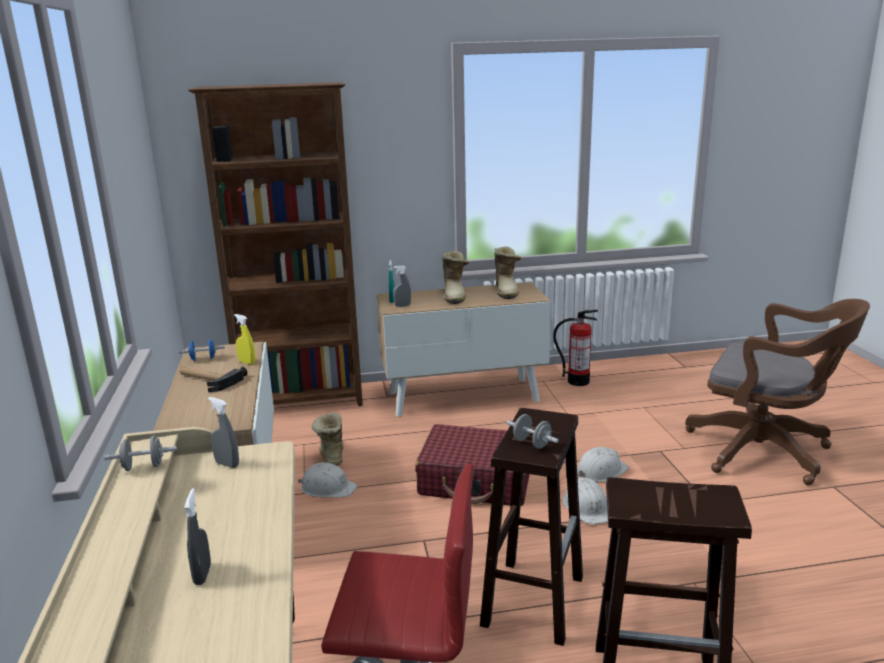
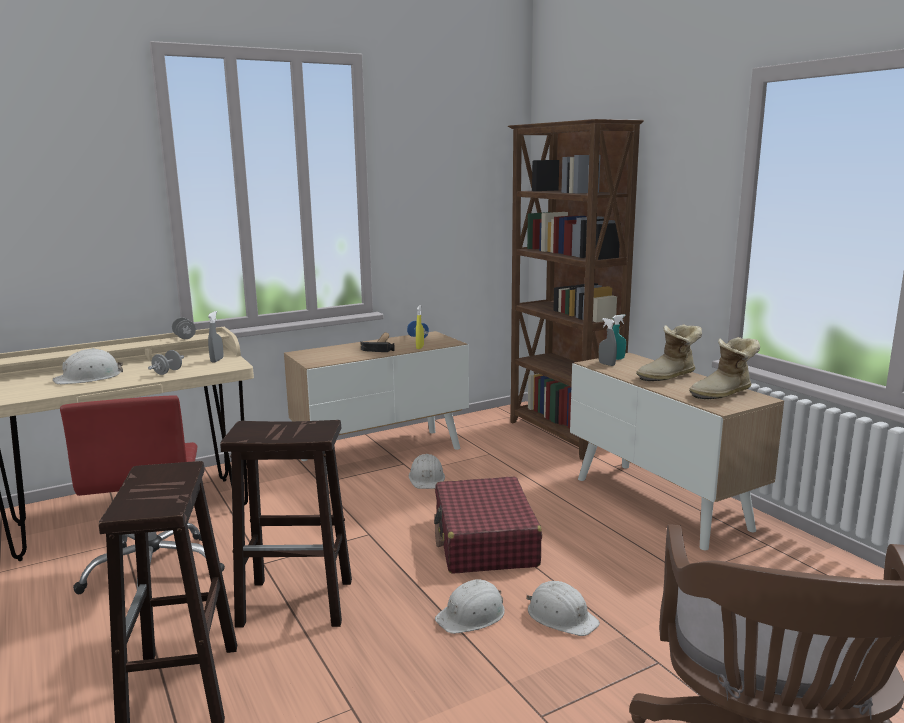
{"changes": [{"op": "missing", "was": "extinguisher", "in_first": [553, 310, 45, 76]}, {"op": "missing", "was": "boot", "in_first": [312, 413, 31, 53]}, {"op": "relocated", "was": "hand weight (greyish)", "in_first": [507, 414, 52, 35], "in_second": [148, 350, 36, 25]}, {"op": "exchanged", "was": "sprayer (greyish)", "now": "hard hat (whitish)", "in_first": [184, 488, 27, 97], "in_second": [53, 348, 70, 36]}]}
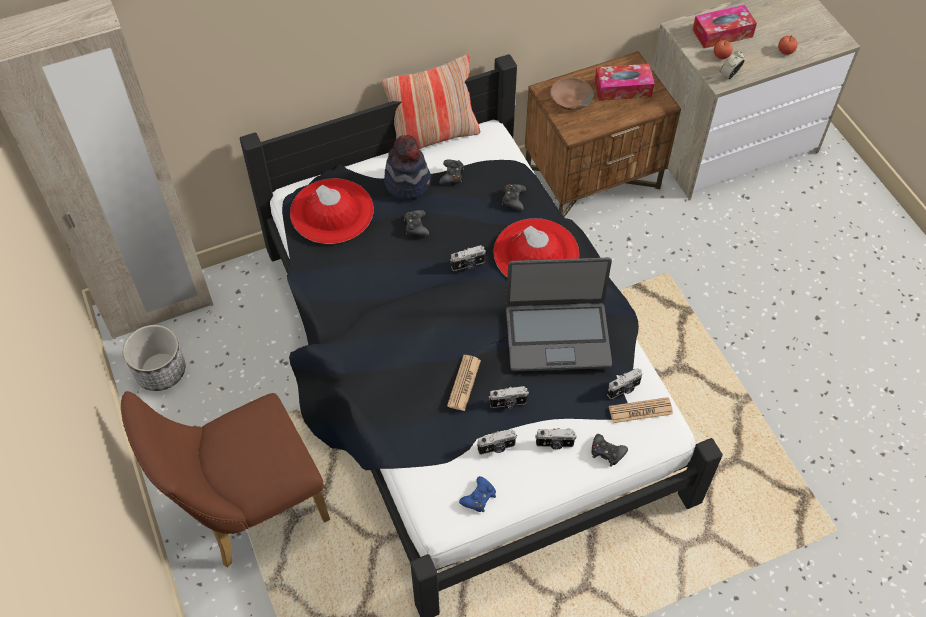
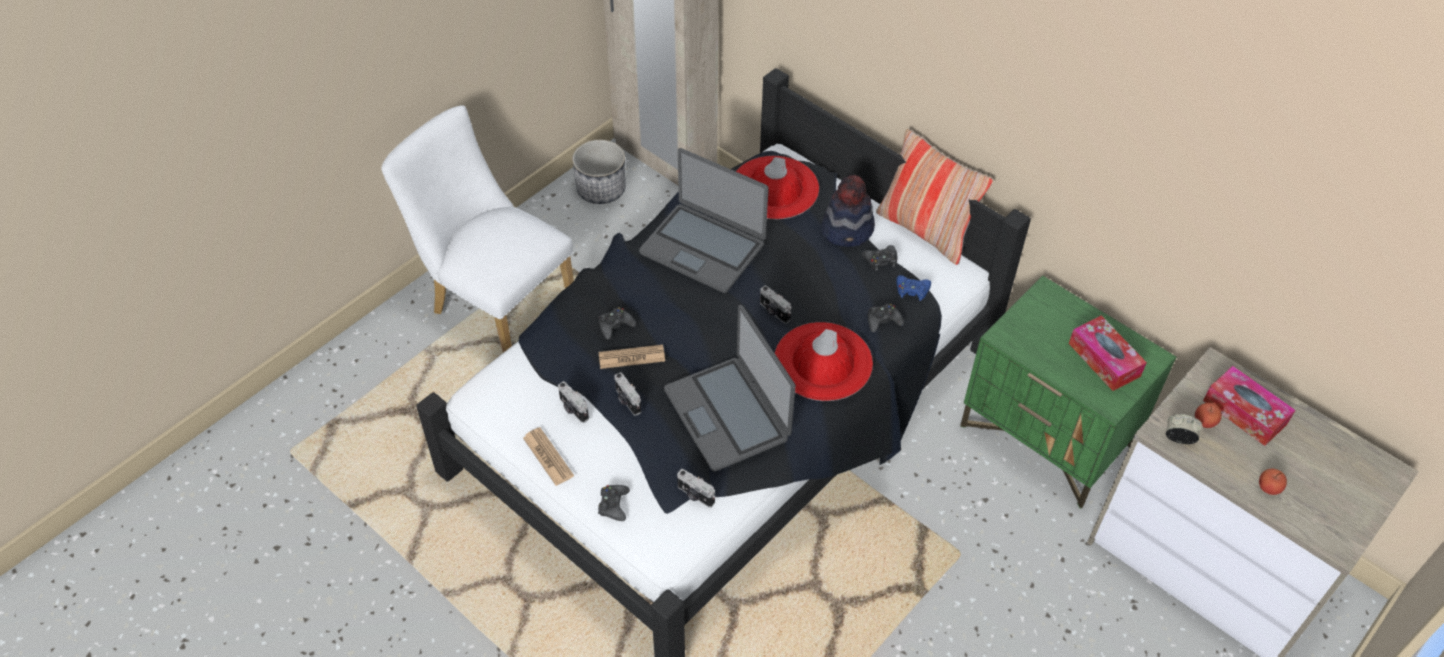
{"changes": [{"op": "colour", "was": "nightstand (brown-coloured)", "now": "nightstand (green-coloured)", "in_first": [525, 51, 156, 166], "in_second": [960, 276, 216, 232]}, {"op": "missing", "was": "serving bowl (brown-coloured)", "in_first": [550, 78, 44, 32]}, {"op": "relocated", "was": "game controller (black-coloured)", "in_first": [404, 210, 25, 26], "in_second": [599, 307, 37, 33]}, {"op": "colour", "was": "chair (brown-coloured)", "now": "chair (whitish)", "in_first": [121, 391, 209, 176], "in_second": [381, 105, 193, 248]}, {"op": "relocated", "was": "daily paper", "in_first": [609, 397, 64, 26], "in_second": [523, 427, 51, 59]}, {"op": "missing", "was": "still camera", "in_first": [535, 428, 42, 22]}, {"op": "relocated", "was": "game controller (blue-coloured)", "in_first": [459, 476, 37, 36], "in_second": [896, 275, 35, 26]}, {"op": "appeared", "now": "portable computer", "in_second": [639, 148, 130, 145]}]}
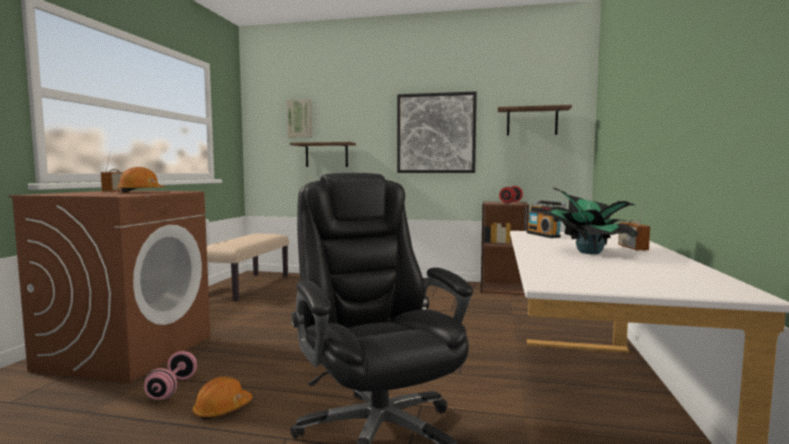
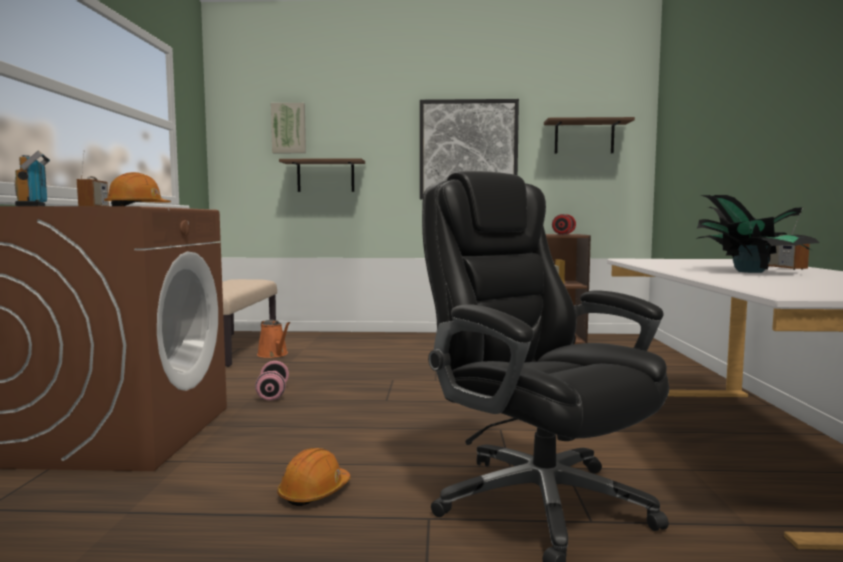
{"changes": [{"op": "relocated", "was": "radio set", "in_first": [527, 200, 40, 38], "in_second": [15, 150, 35, 56]}, {"op": "relocated", "was": "hand weight (pinkish)", "in_first": [144, 351, 53, 49], "in_second": [255, 361, 34, 39]}, {"op": "appeared", "now": "watering can (orangey)", "in_second": [257, 320, 33, 38]}]}
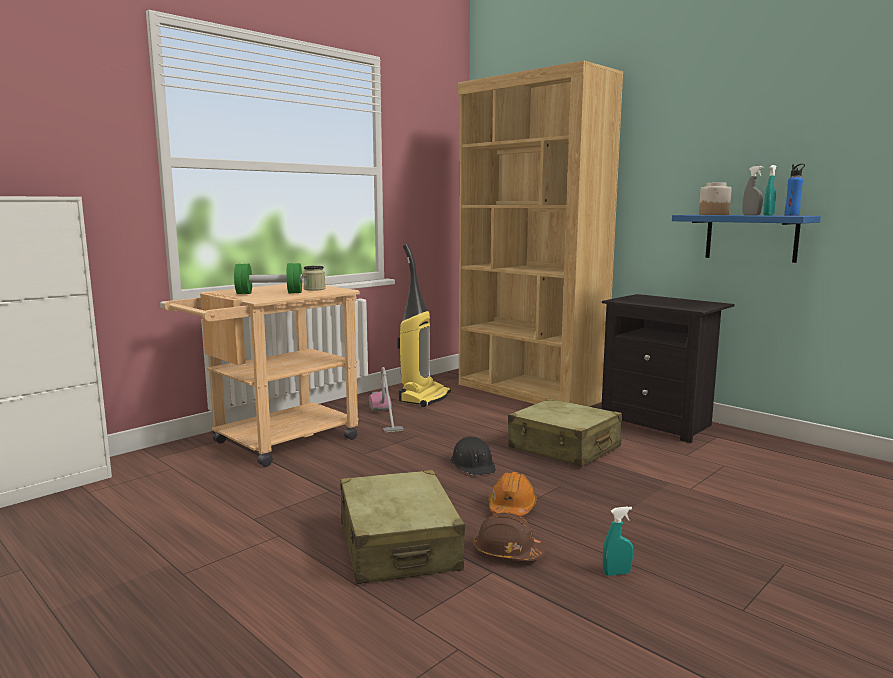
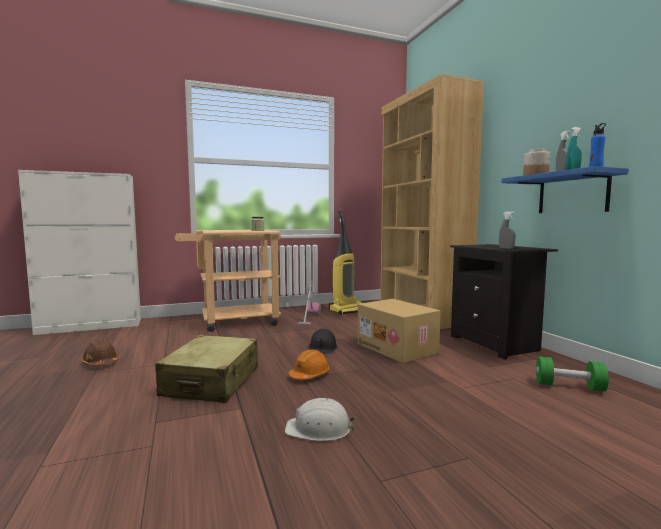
{"changes": [{"op": "relocated", "was": "hand weight (green-coloured)", "in_first": [234, 263, 69, 31], "in_second": [536, 356, 73, 36]}, {"op": "exchanged", "was": "suitcase (sand-coloured)", "now": "packing box", "in_first": [508, 399, 114, 68], "in_second": [357, 299, 84, 64]}, {"op": "exchanged", "was": "sprayer (turquoise-coloured)", "now": "hard hat (whitish)", "in_first": [603, 506, 30, 70], "in_second": [285, 398, 70, 43]}, {"op": "relocated", "was": "hard hat (brown-coloured)", "in_first": [474, 512, 72, 49], "in_second": [82, 340, 37, 26]}, {"op": "appeared", "now": "sprayer (greyish)", "in_second": [499, 212, 17, 37]}]}
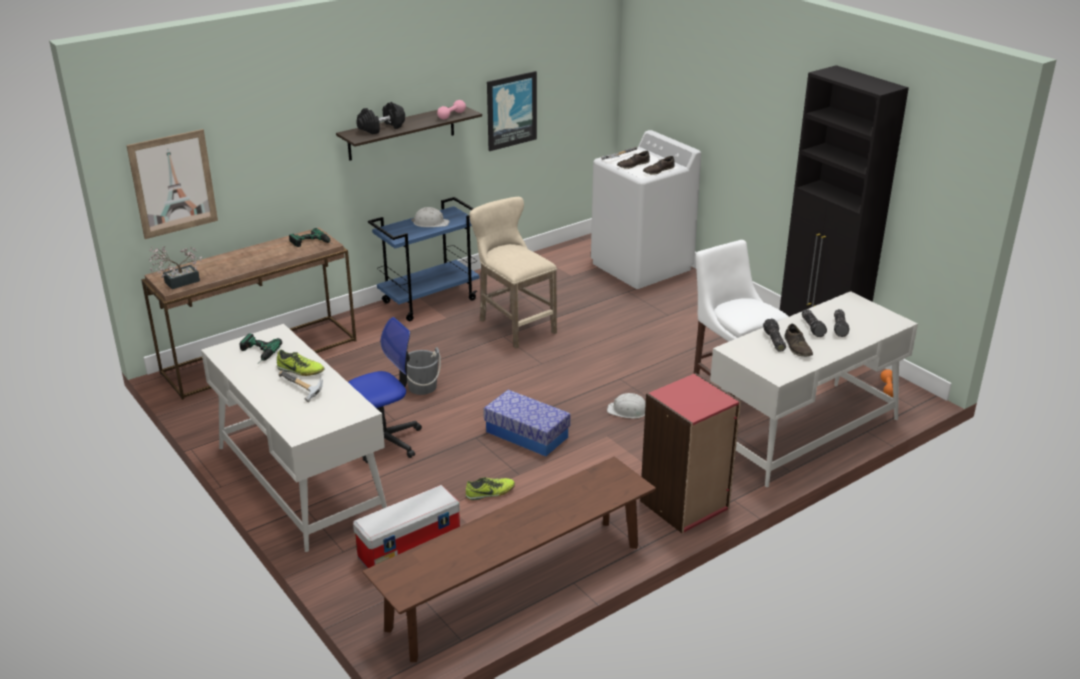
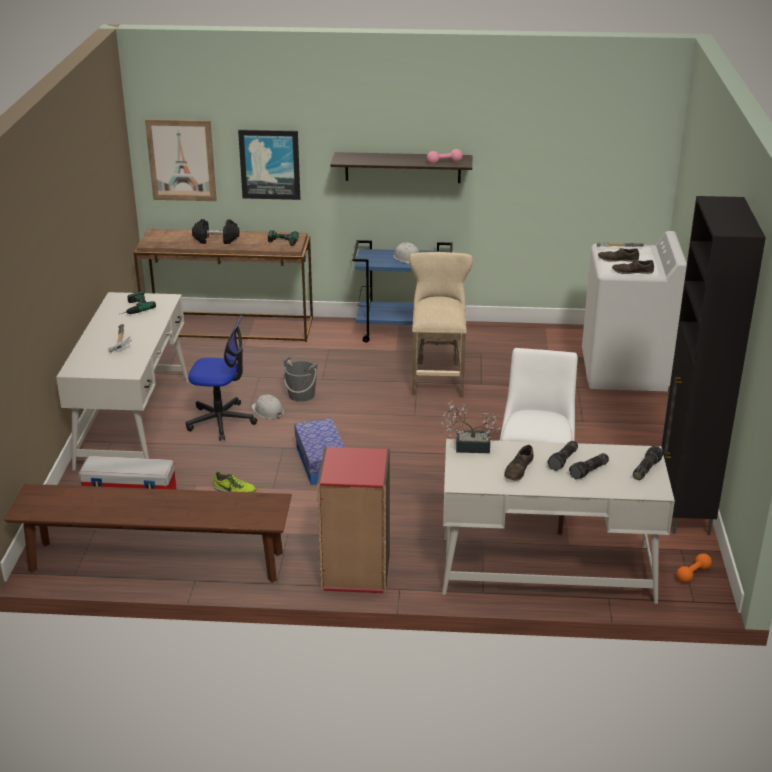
{"changes": [{"op": "relocated", "was": "wall picture", "in_first": [487, 71, 50, 80], "in_second": [238, 129, 62, 71]}, {"op": "relocated", "was": "hand weight (black-coloured)", "in_first": [356, 102, 49, 32], "in_second": [192, 219, 47, 25]}, {"op": "relocated", "was": "houseplant", "in_first": [149, 246, 53, 43], "in_second": [442, 400, 59, 53]}, {"op": "relocated", "was": "torch", "in_first": [763, 319, 23, 33], "in_second": [633, 446, 30, 34]}, {"op": "missing", "was": "low shoe", "in_first": [277, 350, 47, 26]}, {"op": "relocated", "was": "hard hat (whitish)", "in_first": [607, 393, 39, 26], "in_second": [251, 395, 33, 24]}]}
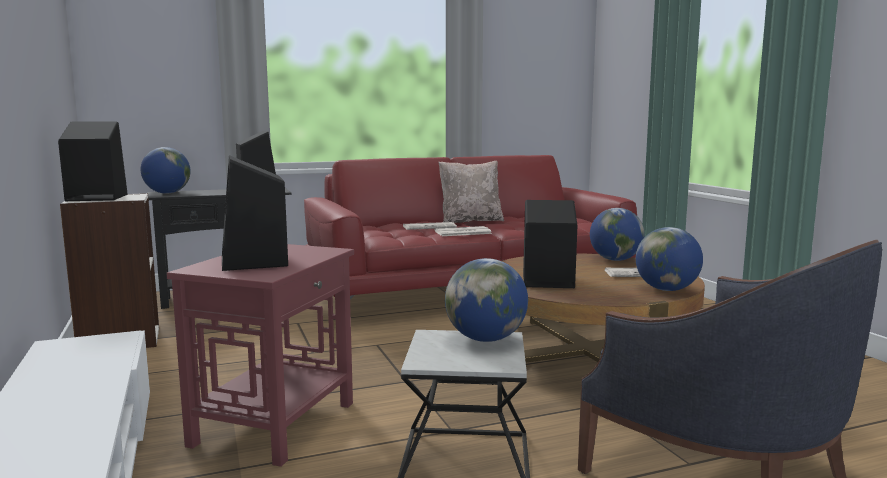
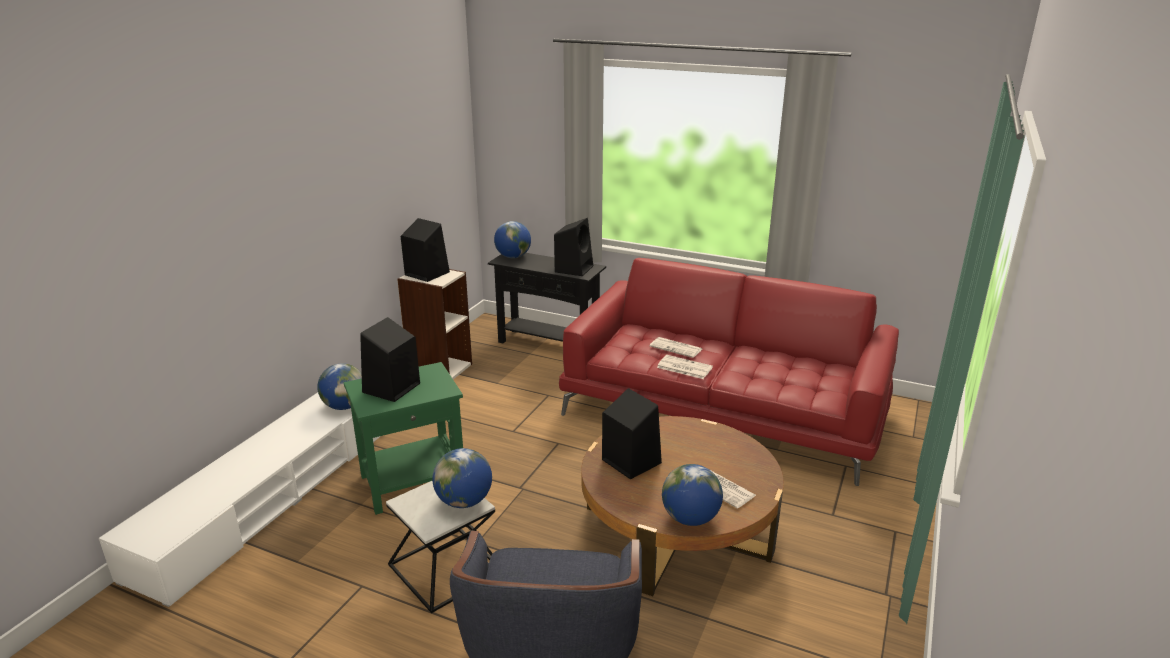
{"changes": [{"op": "missing", "was": "throw pillow (sand-coloured)", "in_first": [439, 161, 65, 62]}, {"op": "relocated", "was": "globe", "in_first": [590, 208, 55, 53], "in_second": [317, 363, 45, 47]}, {"op": "colour", "was": "end table (red-coloured)", "now": "end table (green-coloured)", "in_first": [167, 244, 187, 223], "in_second": [344, 362, 119, 153]}]}
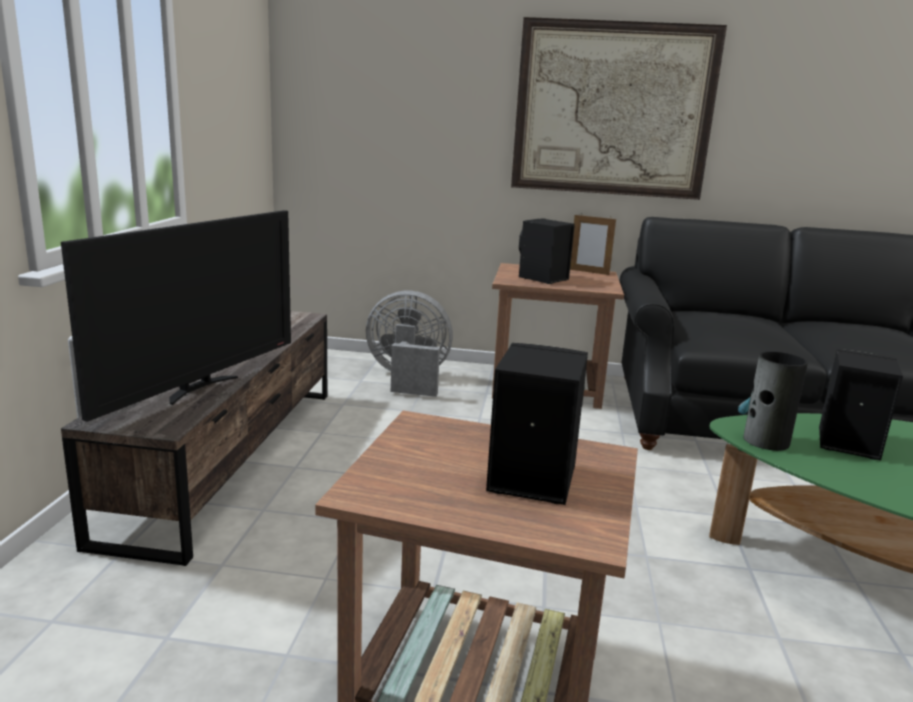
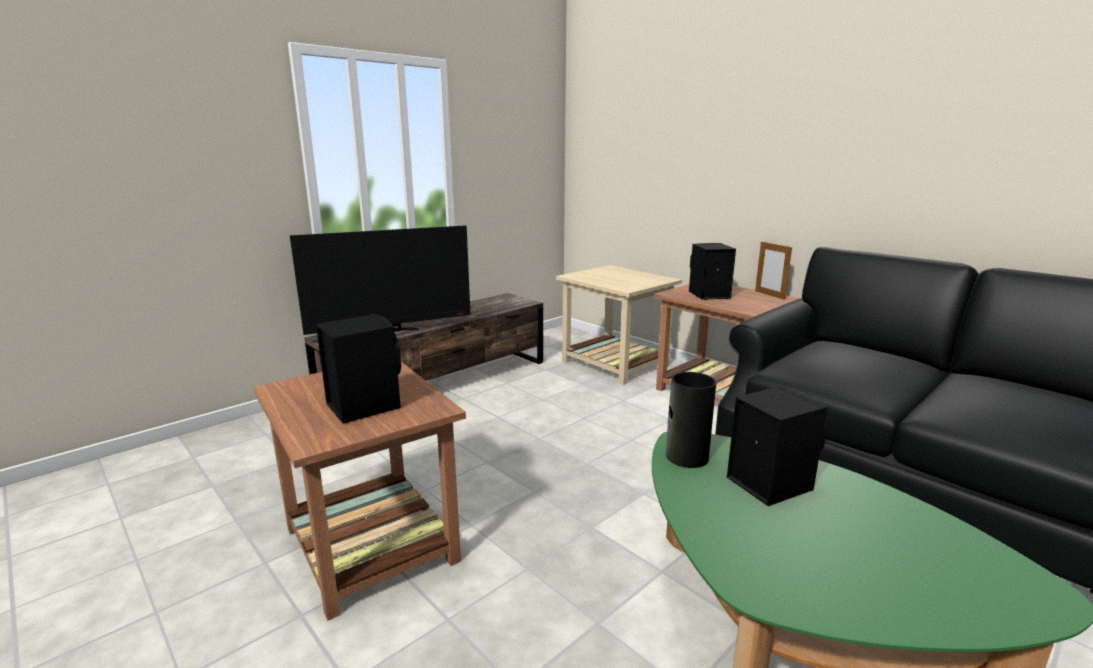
{"changes": [{"op": "missing", "was": "wall picture", "in_first": [511, 17, 216, 183]}, {"op": "exchanged", "was": "cooling fan (greyish)", "now": "end table (sand-coloured)", "in_first": [366, 291, 87, 106], "in_second": [556, 265, 126, 120]}]}
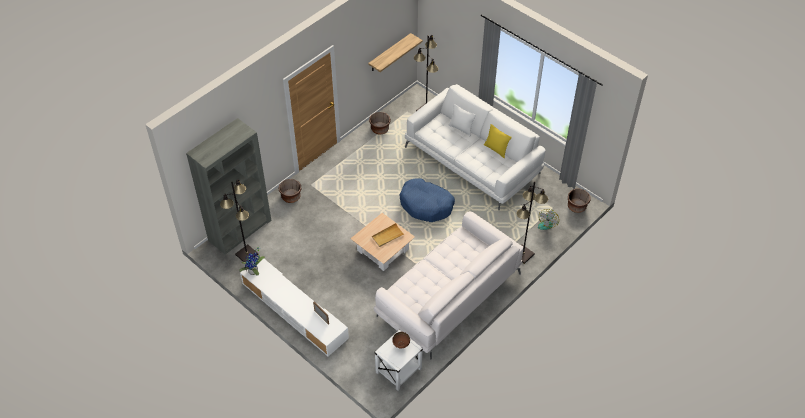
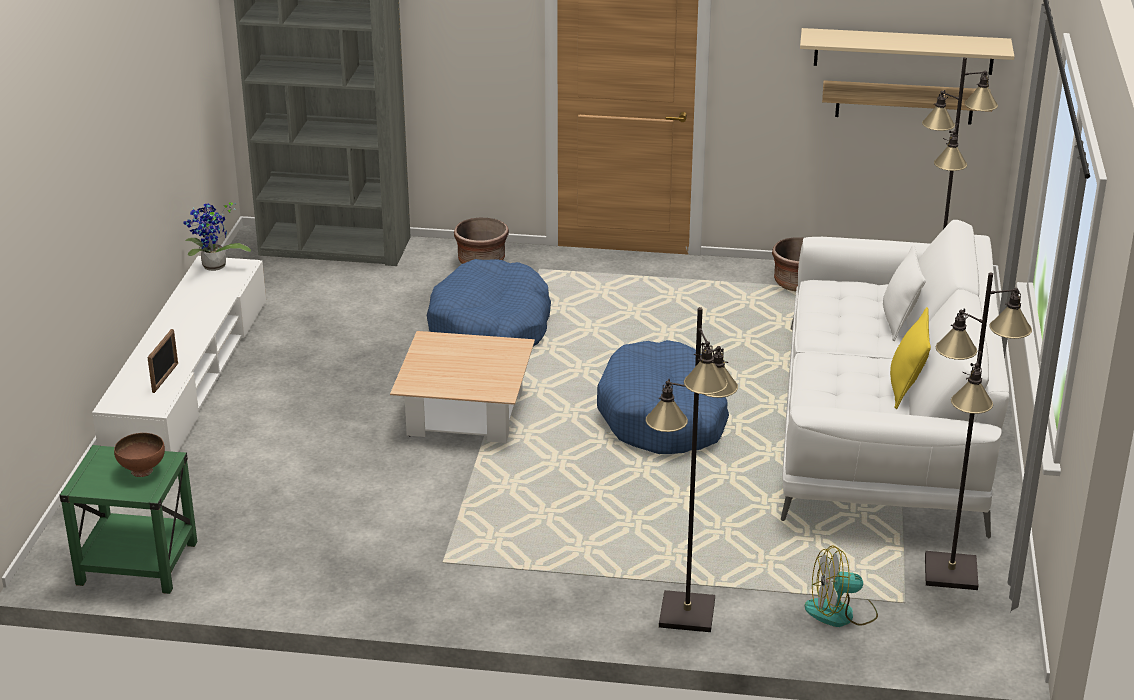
{"changes": [{"op": "relocated", "was": "standing lamp (black-coloured)", "in_first": [220, 179, 38, 83], "in_second": [925, 273, 107, 317]}, {"op": "missing", "was": "flower pot (brown-coloured)", "in_first": [568, 188, 23, 25]}, {"op": "missing", "was": "sofa (whitish)", "in_first": [374, 212, 149, 148]}, {"op": "missing", "was": "tray (sand-coloured)", "in_first": [372, 223, 32, 24]}, {"op": "colour", "was": "end table (whitish)", "now": "end table (green-coloured)", "in_first": [375, 330, 48, 61], "in_second": [60, 445, 137, 149]}, {"op": "appeared", "now": "shelf (sand-coloured)", "in_second": [800, 28, 214, 47]}, {"op": "appeared", "now": "dog cushion (blue-coloured)", "in_second": [427, 259, 124, 87]}]}
